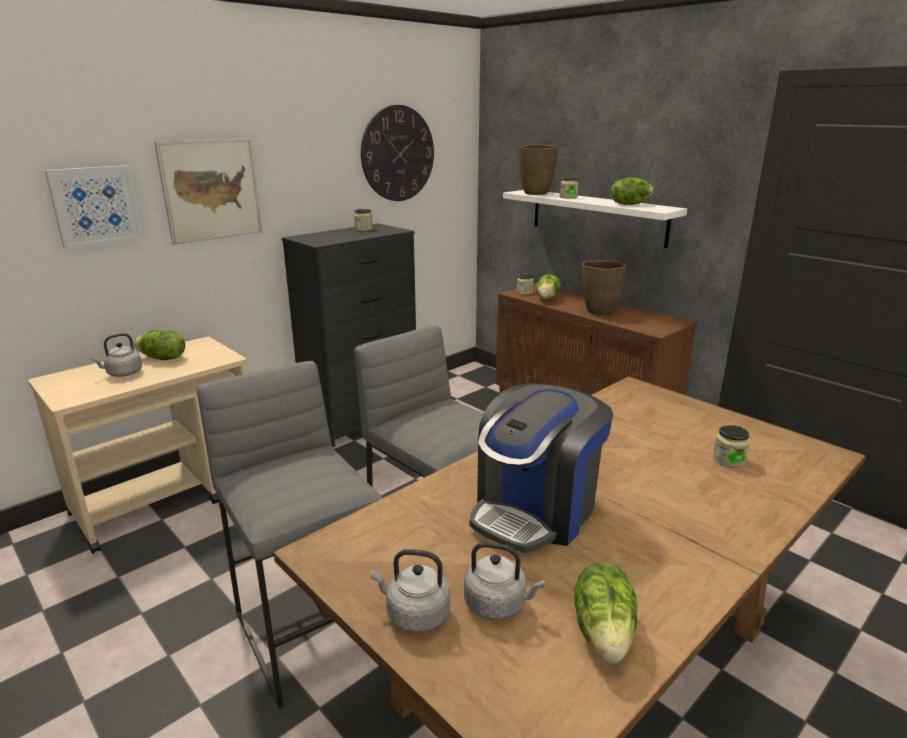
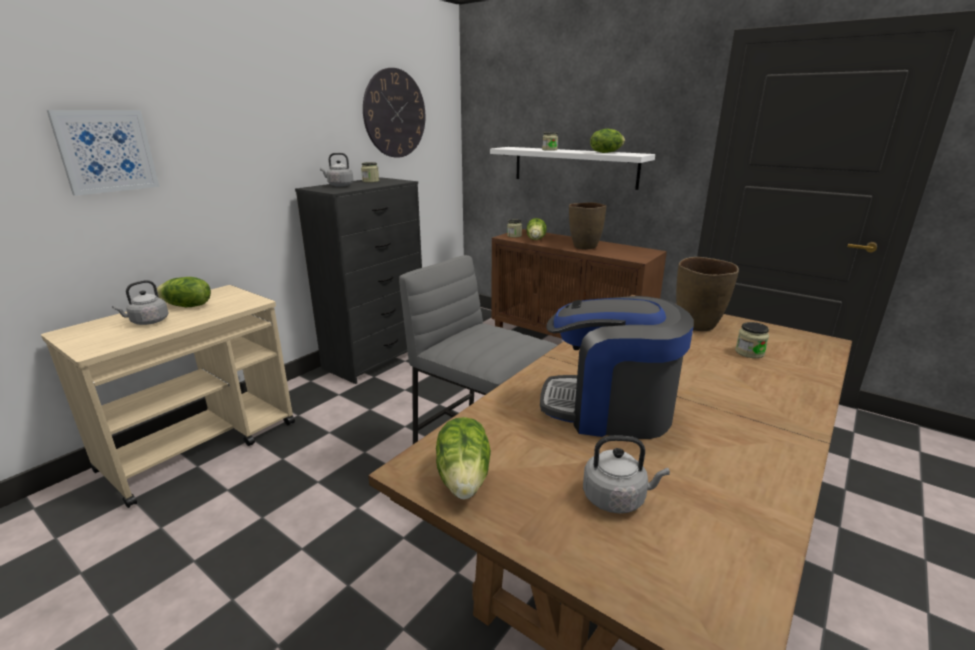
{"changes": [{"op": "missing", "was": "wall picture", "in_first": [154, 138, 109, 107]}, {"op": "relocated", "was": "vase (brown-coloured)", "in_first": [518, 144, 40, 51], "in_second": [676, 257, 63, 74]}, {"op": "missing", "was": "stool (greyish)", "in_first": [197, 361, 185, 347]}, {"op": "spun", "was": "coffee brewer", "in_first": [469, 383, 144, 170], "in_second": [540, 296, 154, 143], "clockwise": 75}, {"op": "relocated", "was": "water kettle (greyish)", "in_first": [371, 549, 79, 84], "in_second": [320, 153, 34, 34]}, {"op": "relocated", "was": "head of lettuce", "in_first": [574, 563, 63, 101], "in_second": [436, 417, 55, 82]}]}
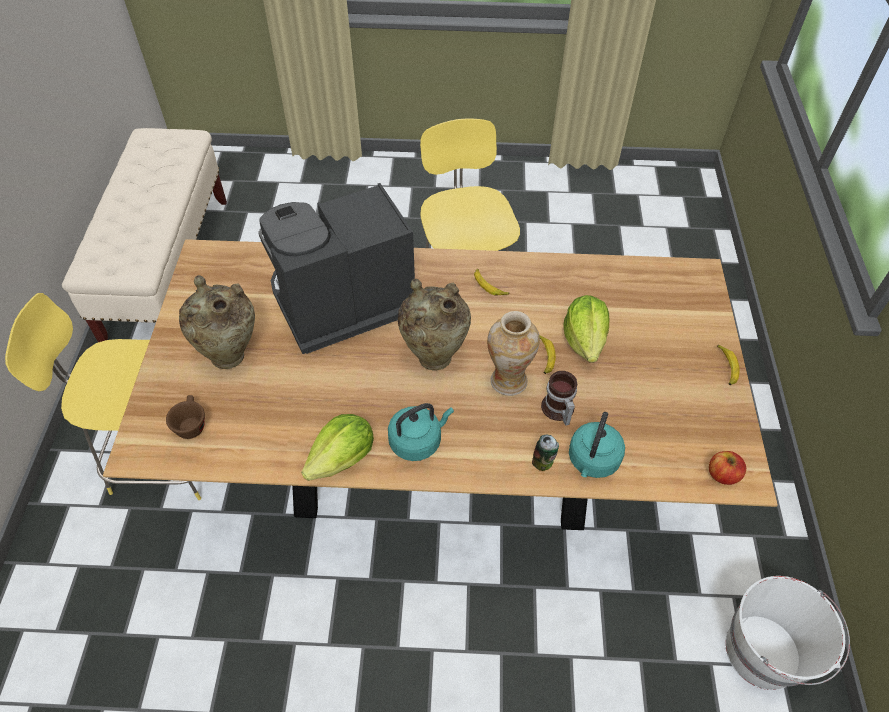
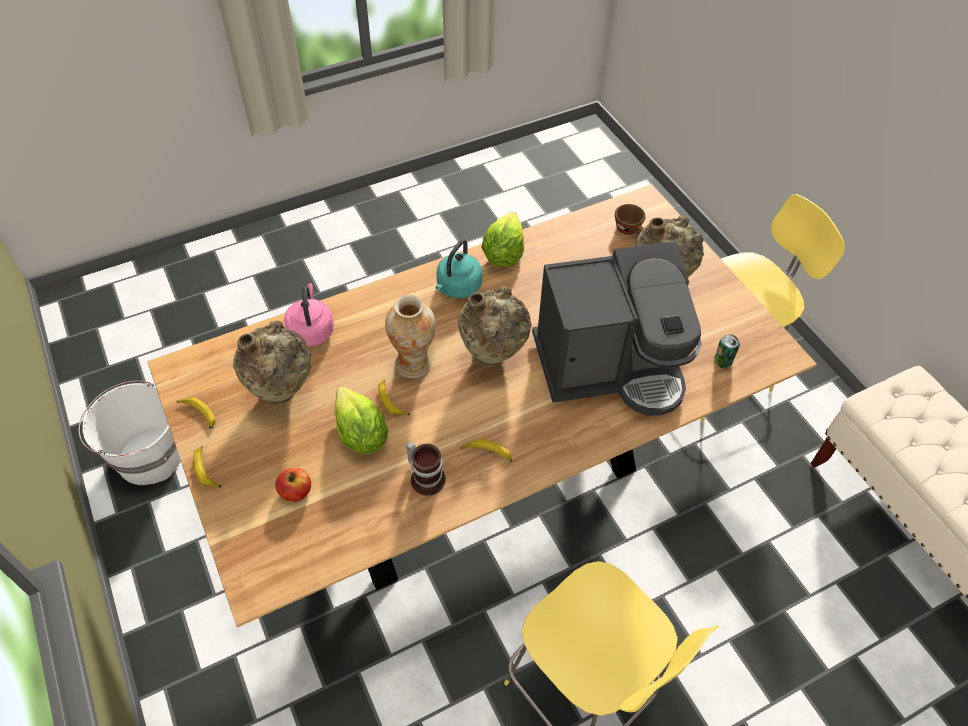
{"changes": [{"op": "spun", "was": "coffee brewer", "in_first": [258, 183, 157, 171], "in_second": [532, 241, 170, 175], "clockwise": 45}, {"op": "relocated", "was": "tea mug", "in_first": [541, 371, 36, 54], "in_second": [406, 441, 40, 54]}, {"op": "colour", "was": "water kettle (turquoise-coloured)", "now": "water kettle (pinkish)", "in_first": [569, 412, 56, 66], "in_second": [284, 283, 50, 64]}, {"op": "relocated", "was": "can", "in_first": [532, 435, 27, 36], "in_second": [715, 335, 25, 33]}, {"op": "relocated", "was": "apple fruit", "in_first": [709, 451, 37, 34], "in_second": [275, 468, 36, 34]}, {"op": "appeared", "now": "vase (sand-coloured)", "in_second": [233, 321, 79, 84]}, {"op": "appeared", "now": "banana", "in_second": [177, 398, 38, 31]}]}
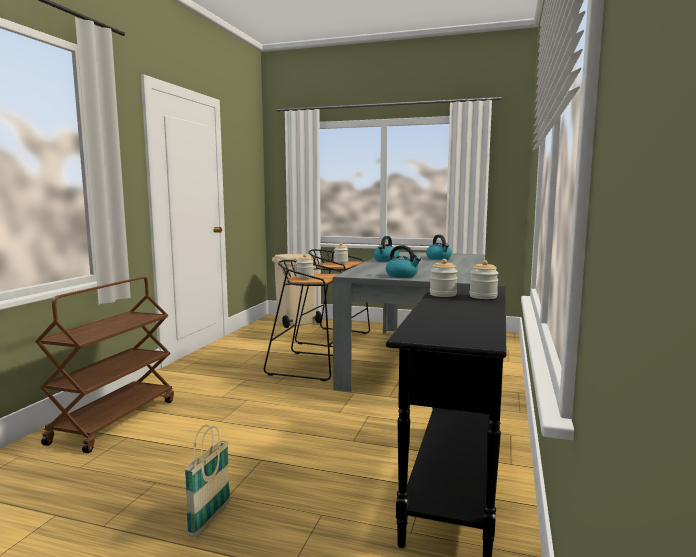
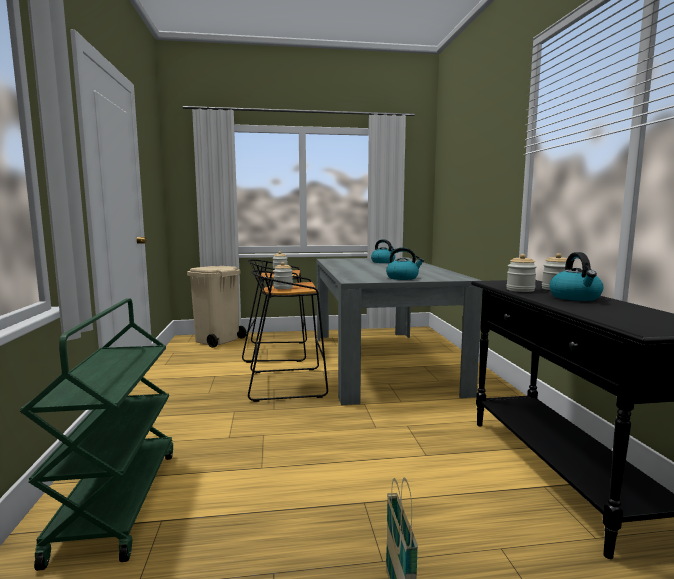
{"changes": [{"op": "relocated", "was": "water kettle", "in_first": [374, 236, 25, 26], "in_second": [550, 252, 54, 49]}, {"op": "colour", "was": "trolley (brown-coloured)", "now": "trolley (green-coloured)", "in_first": [35, 277, 139, 176], "in_second": [20, 298, 153, 273]}]}
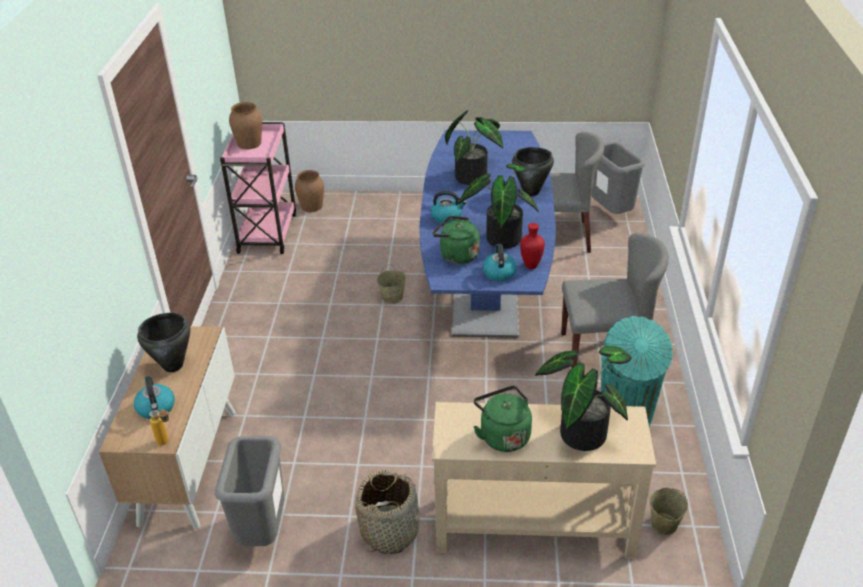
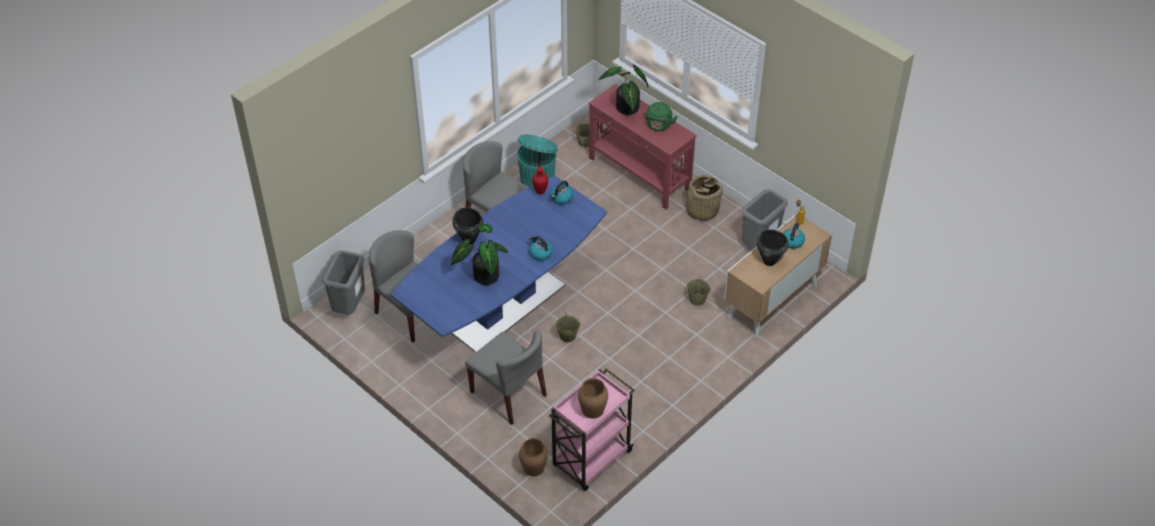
{"changes": [{"op": "missing", "was": "houseplant", "in_first": [458, 164, 81, 85]}, {"op": "missing", "was": "water kettle (green-coloured)", "in_first": [433, 216, 47, 48]}, {"op": "colour", "was": "console table (sand-coloured)", "now": "console table (red-coloured)", "in_first": [432, 402, 224, 157], "in_second": [588, 84, 109, 126]}, {"op": "appeared", "now": "bucket (sand-coloured)", "in_second": [687, 277, 24, 29]}, {"op": "appeared", "now": "chair (greyish)", "in_second": [465, 330, 82, 95]}]}
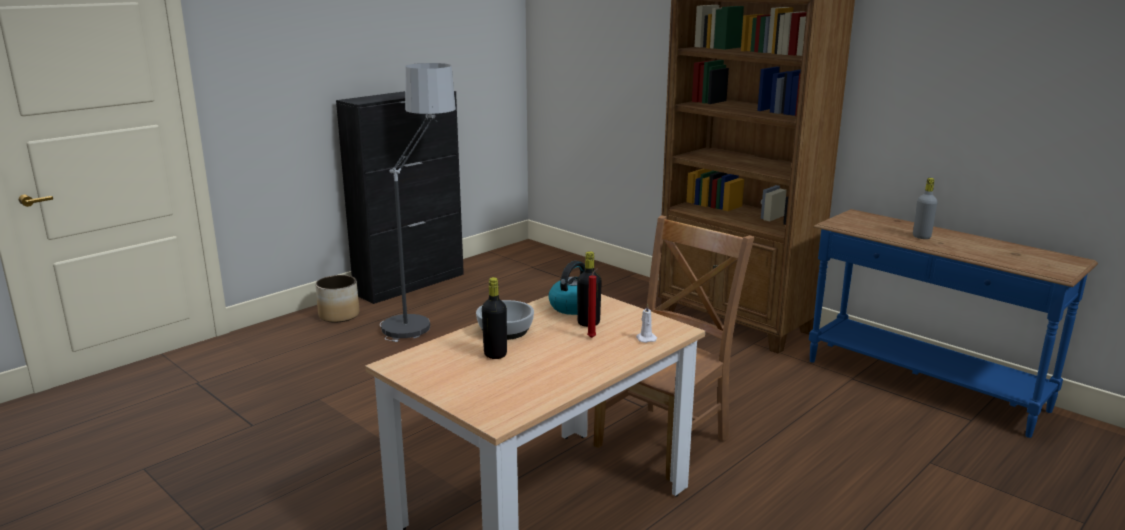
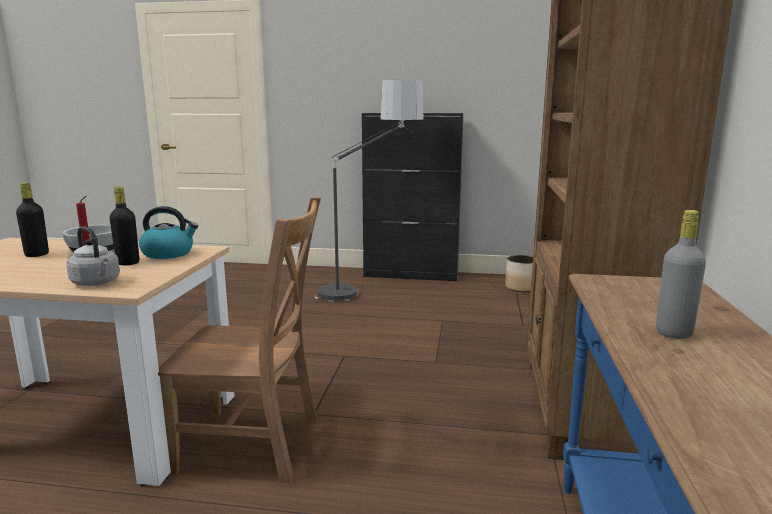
{"changes": [{"op": "relocated", "was": "flower pot", "in_first": [315, 275, 45, 48], "in_second": [505, 255, 28, 37]}, {"op": "exchanged", "was": "candle (whitish)", "now": "water kettle (greyish)", "in_first": [636, 303, 21, 40], "in_second": [66, 226, 54, 60]}]}
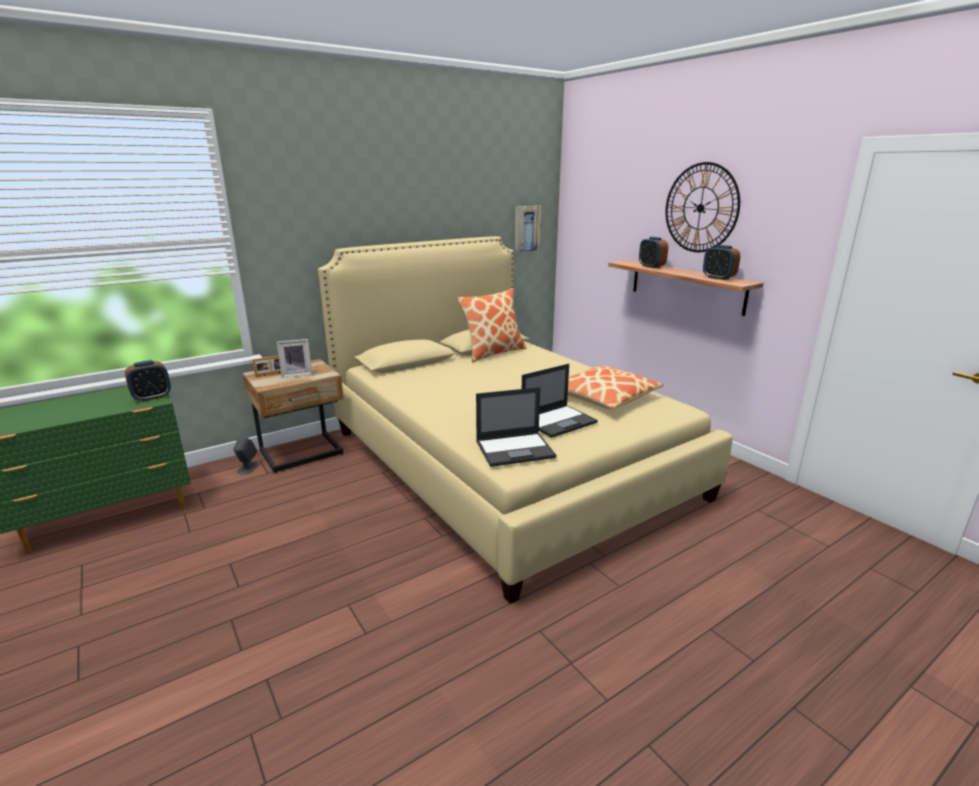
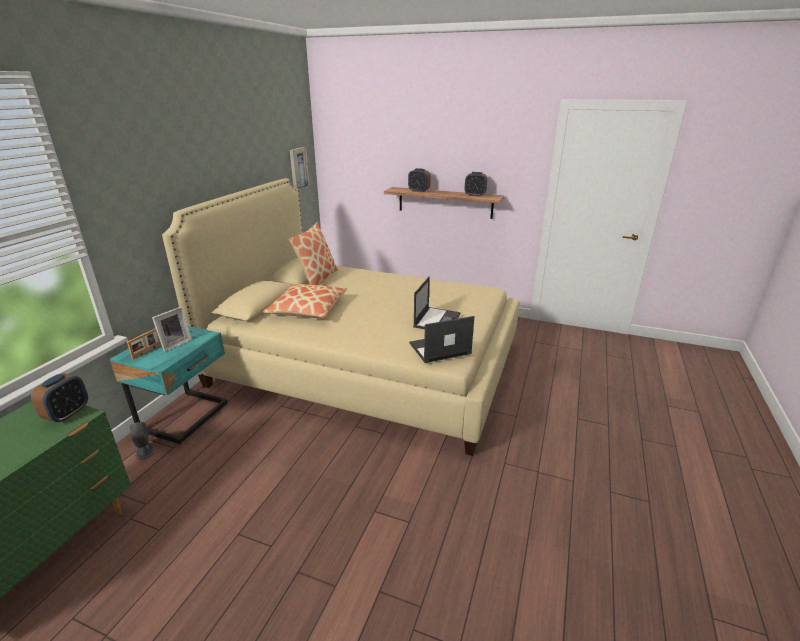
{"changes": [{"op": "missing", "was": "clock on the wall", "in_first": [666, 162, 74, 90]}, {"op": "colour", "was": "nightstand (sand-coloured)", "now": "nightstand (turquoise-coloured)", "in_first": [243, 359, 101, 114], "in_second": [110, 326, 118, 119]}, {"op": "relocated", "was": "throw pillow", "in_first": [568, 366, 96, 43], "in_second": [263, 284, 84, 34]}, {"op": "spun", "was": "portable computer", "in_first": [476, 387, 81, 80], "in_second": [409, 316, 65, 47], "clockwise": -150}]}
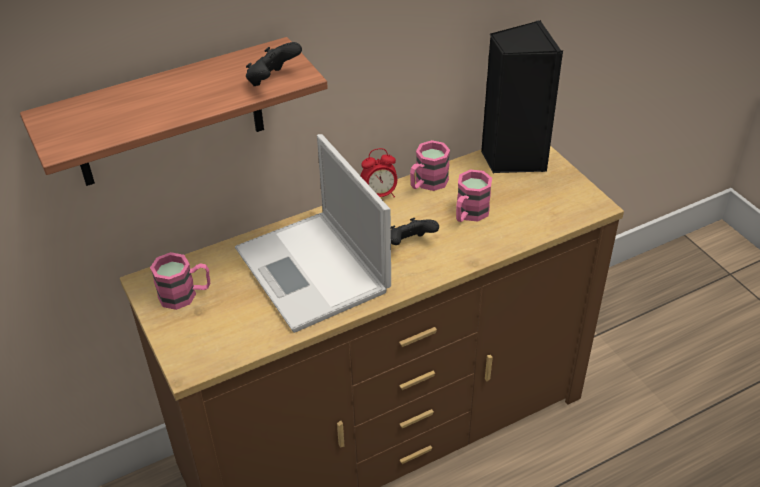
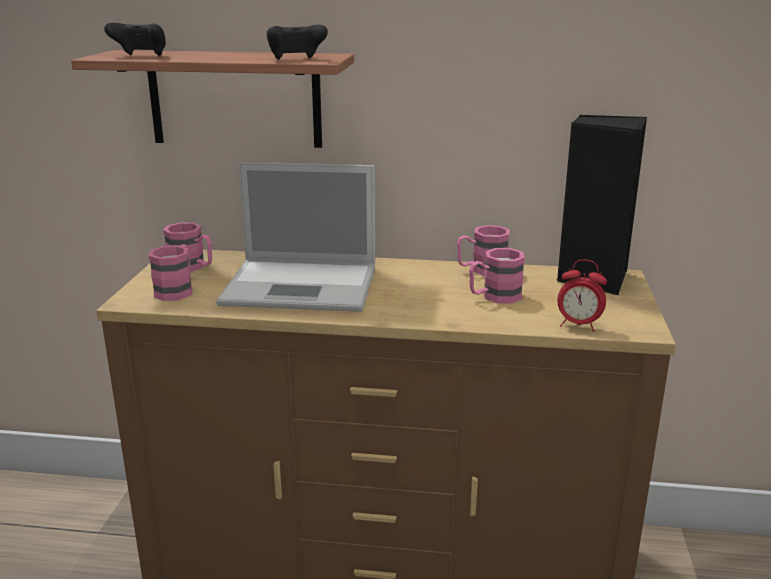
{"changes": [{"op": "spun", "was": "portable computer", "in_first": [235, 134, 156, 199], "in_second": [216, 162, 159, 150], "clockwise": -90}, {"op": "relocated", "was": "table clock", "in_first": [361, 148, 36, 49], "in_second": [558, 260, 49, 72]}, {"op": "relocated", "was": "game controller (black-coloured)", "in_first": [391, 218, 48, 27], "in_second": [104, 23, 62, 33]}, {"op": "appeared", "now": "tea mug (pinkish)", "in_second": [149, 244, 43, 57]}]}
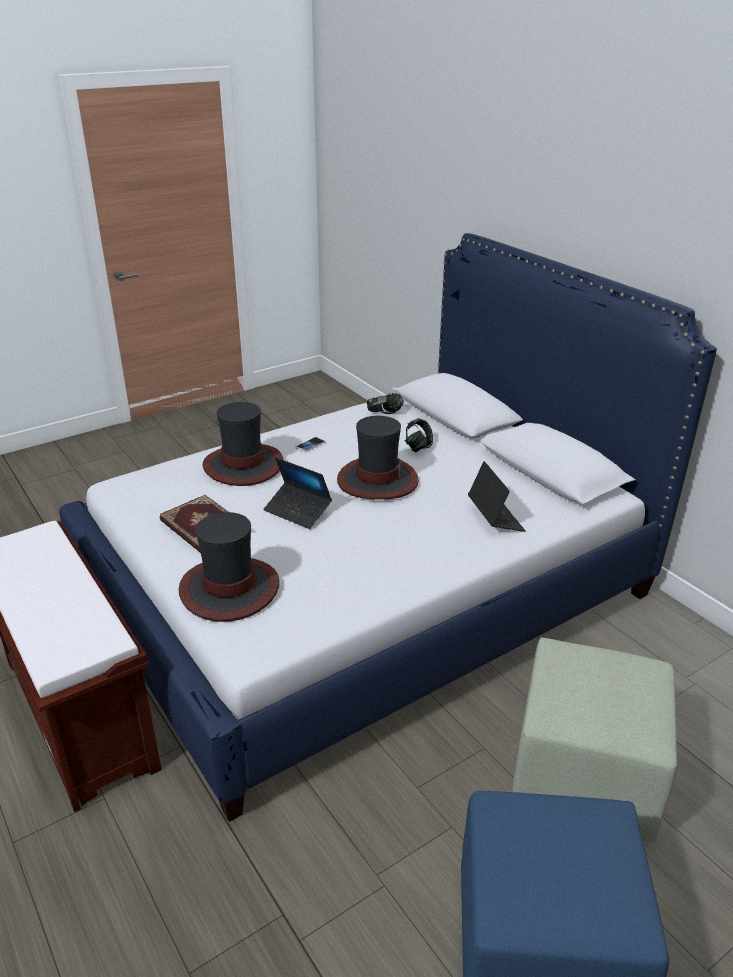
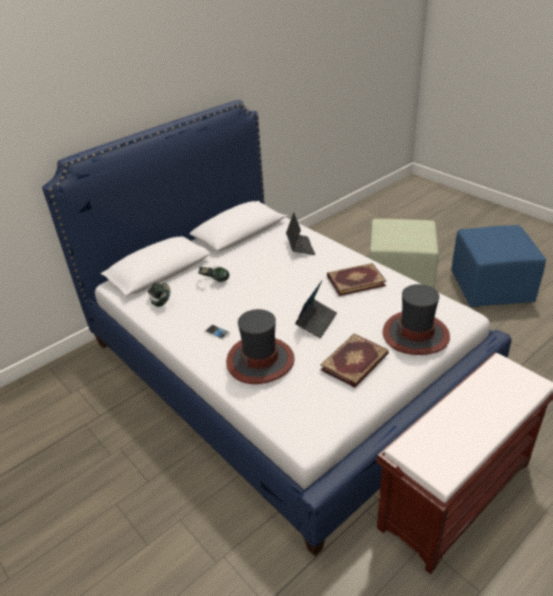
{"changes": [{"op": "missing", "was": "hat", "in_first": [337, 416, 82, 84]}, {"op": "spun", "was": "portable computer", "in_first": [468, 461, 58, 71], "in_second": [286, 212, 29, 43], "clockwise": 105}, {"op": "appeared", "now": "book", "in_second": [327, 263, 59, 33]}]}
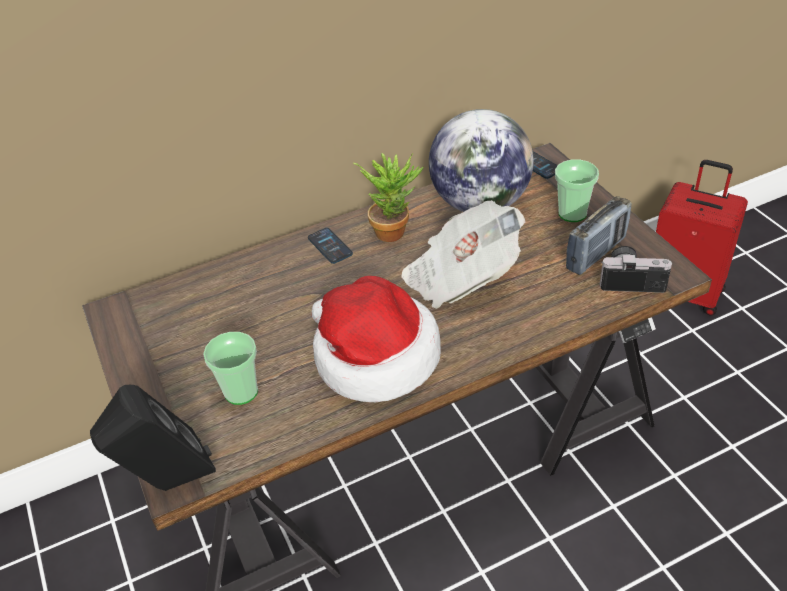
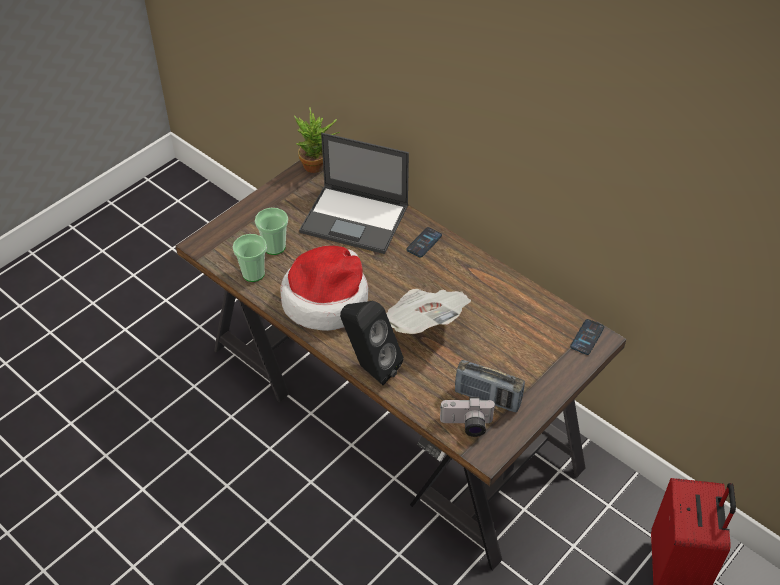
{"changes": [{"op": "missing", "was": "globe", "in_first": [429, 109, 105, 103]}, {"op": "relocated", "was": "houseplant", "in_first": [354, 153, 70, 89], "in_second": [294, 107, 46, 66]}, {"op": "relocated", "was": "cup", "in_first": [555, 159, 44, 63], "in_second": [233, 234, 34, 48]}, {"op": "spun", "was": "still camera", "in_first": [600, 246, 72, 47], "in_second": [440, 397, 56, 40], "clockwise": 105}, {"op": "relocated", "was": "speaker (black-coloured)", "in_first": [90, 385, 126, 106], "in_second": [340, 301, 64, 84]}, {"op": "appeared", "now": "portable computer", "in_second": [299, 133, 110, 121]}]}
